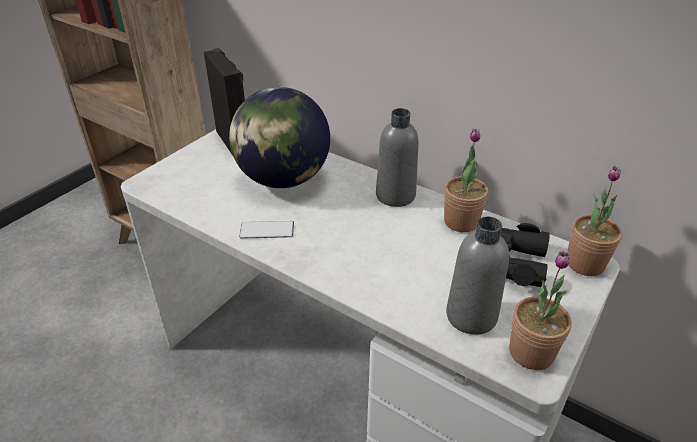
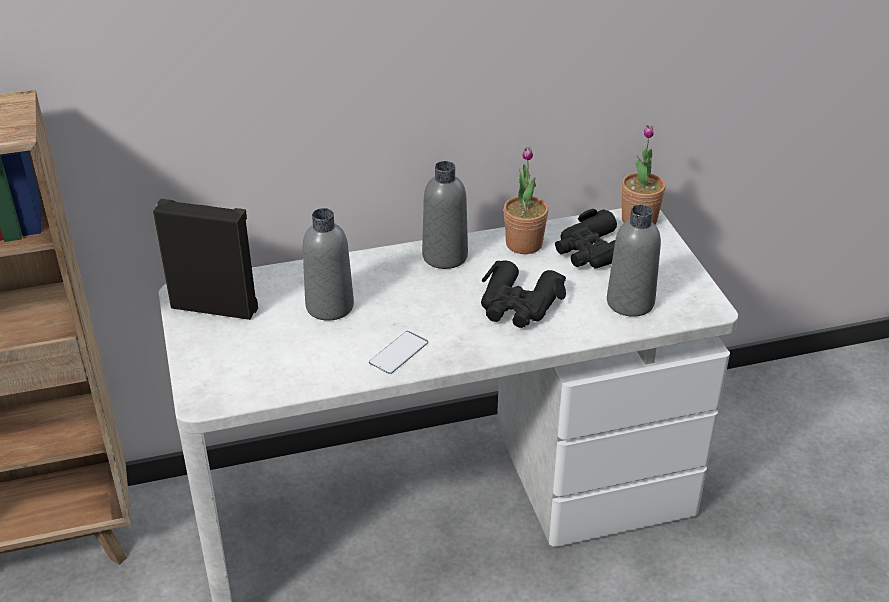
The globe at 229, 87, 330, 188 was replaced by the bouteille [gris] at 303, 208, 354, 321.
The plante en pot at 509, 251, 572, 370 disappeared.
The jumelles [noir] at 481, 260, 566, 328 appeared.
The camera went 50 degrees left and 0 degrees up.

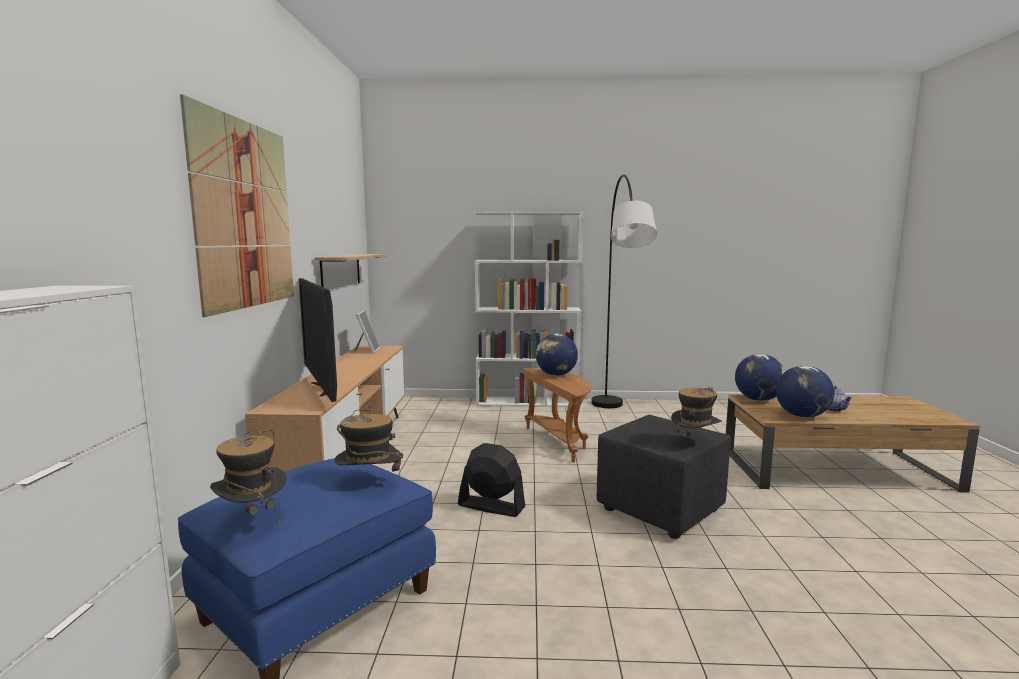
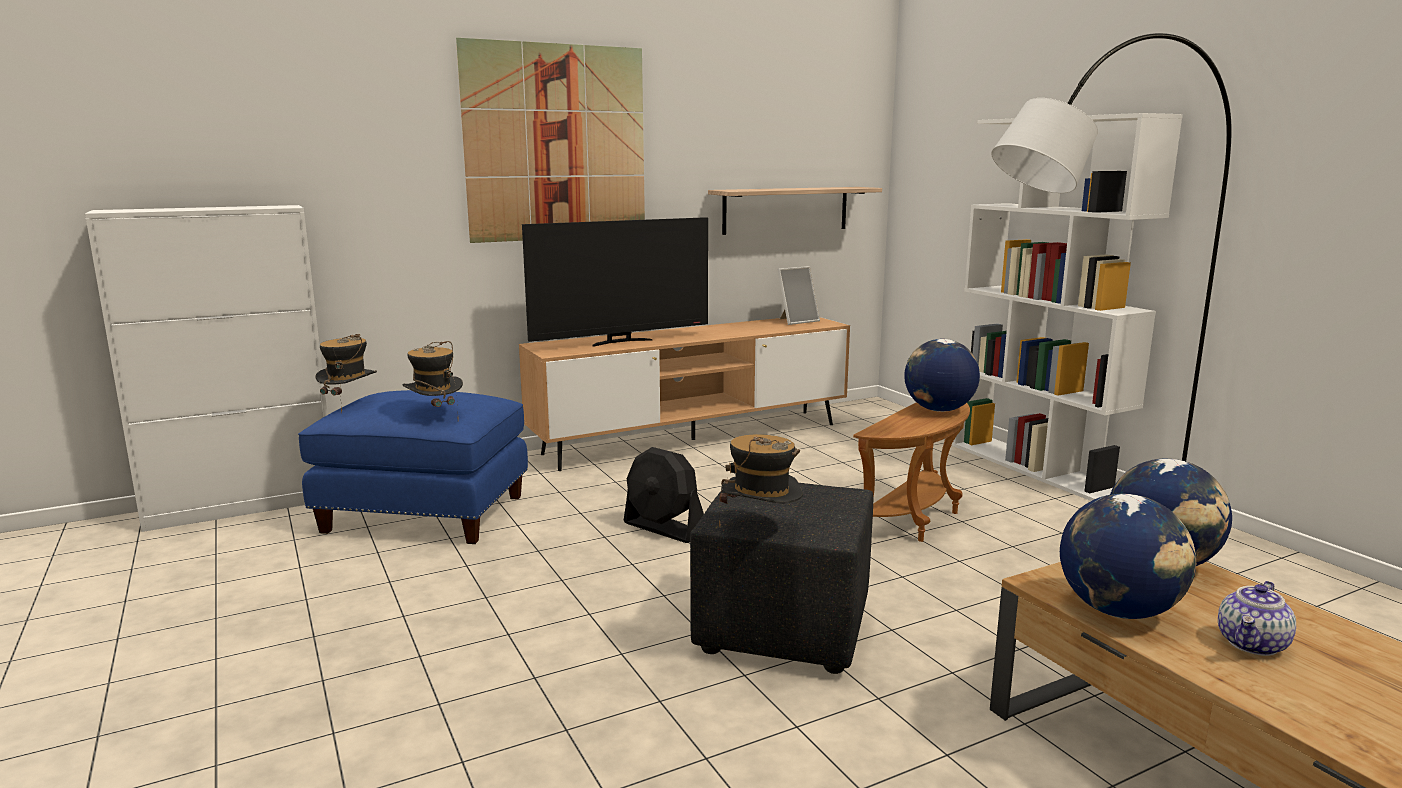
The téléviseur at 299, 278, 337, 402 turned 150 degrees counterclockwise.
The ventilateur [noir] at 458, 443, 525, 517 turned 135 degrees clockwise.
The camera went 60 degrees right and 5 degrees up.

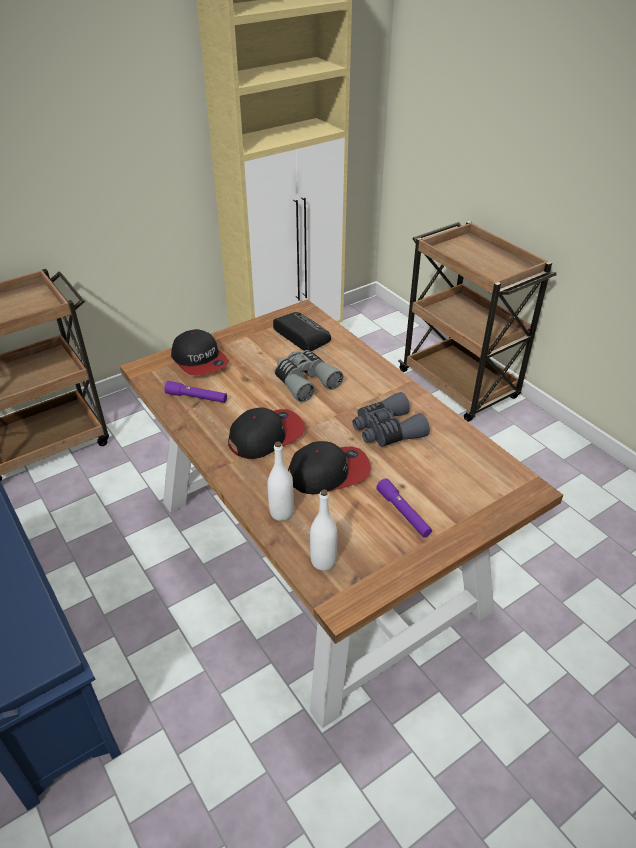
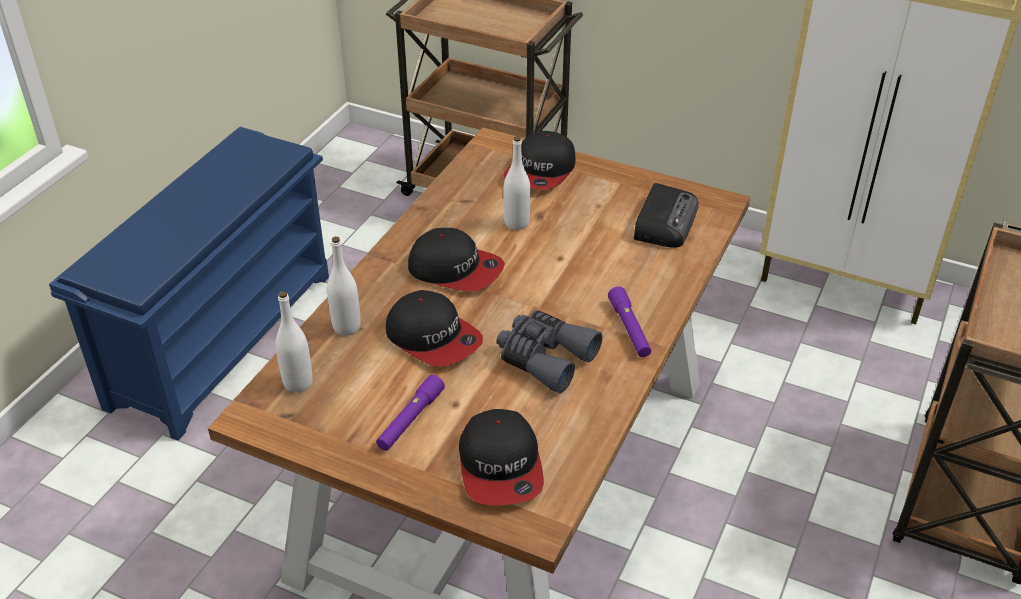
The jumelles [gris] at 274, 350, 344, 402 disappeared.
The lampe de poche [violet] moved from 164, 381, 227, 403 to 608, 286, 651, 357.
The bouteille [blanc] at 503, 136, 531, 230 appeared.
The casquette at 459, 409, 544, 505 appeared.
The camera went 60 degrees right and 0 degrees up.

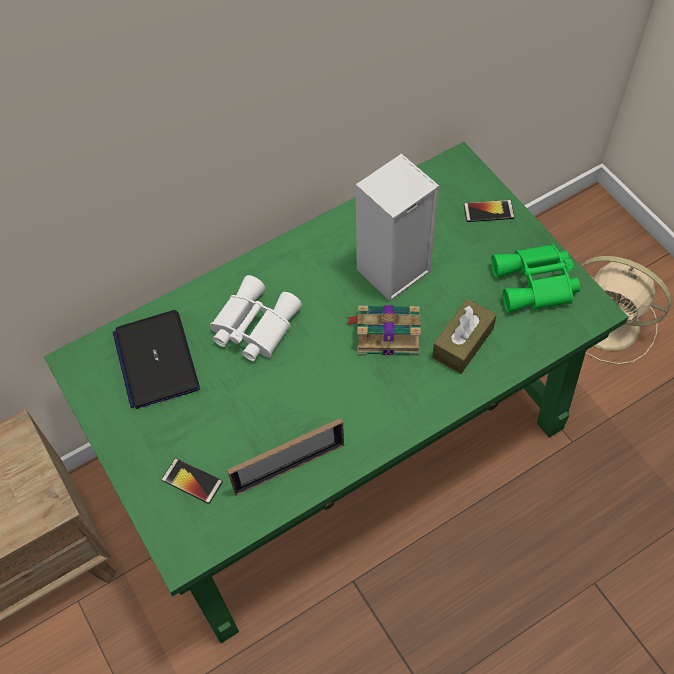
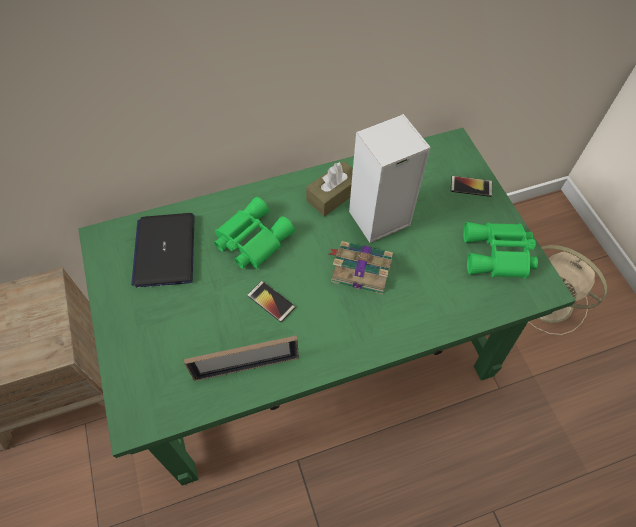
The jumelles [blanc] at 210, 275, 302, 361 became the jumelles [vert] at 214, 197, 295, 268.
The boîte à mouchoirs [marron] moved from 432, 299, 497, 374 to 306, 161, 353, 217.
The téléphone moved from 162, 458, 223, 504 to 247, 281, 296, 322.
The camera went 10 degrees right and 0 degrees up.

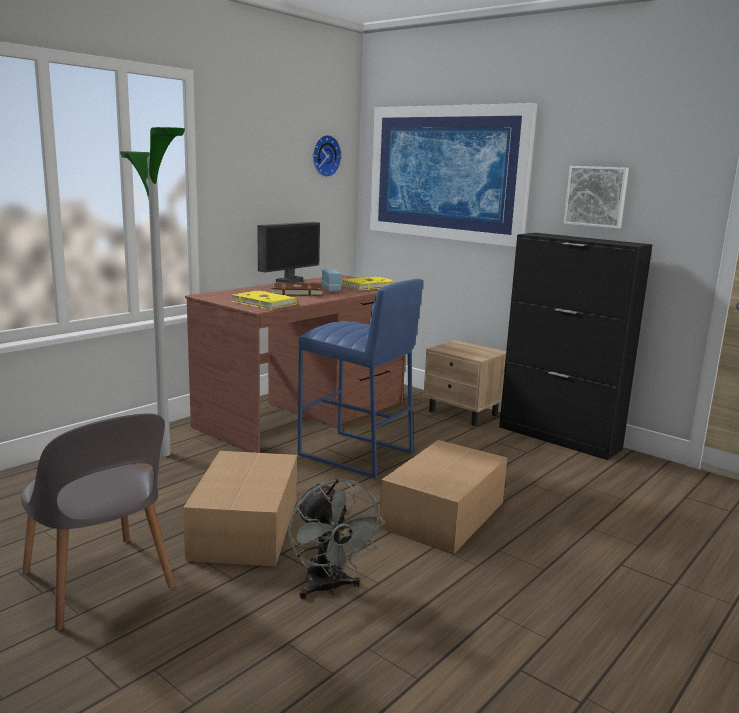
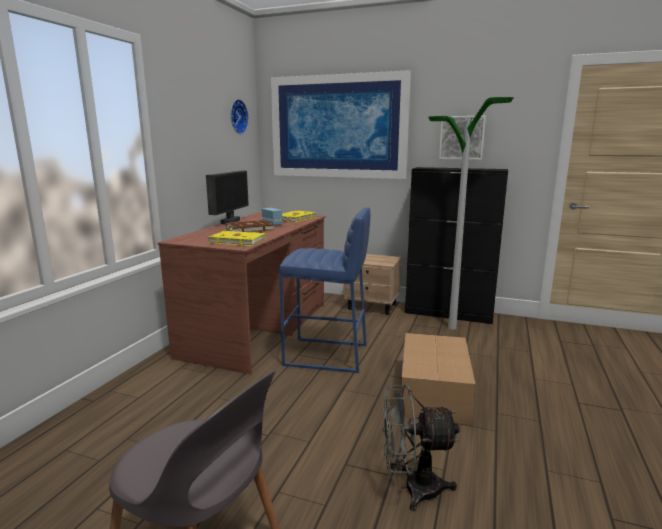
The lampadaire moved from 120, 127, 185, 456 to 428, 97, 514, 330.
The carton at 183, 451, 297, 567 disappeared.
The ventilateur [gris] at 288, 479, 385, 599 turned 135 degrees clockwise.
The camera went 20 degrees left and 0 degrees up.

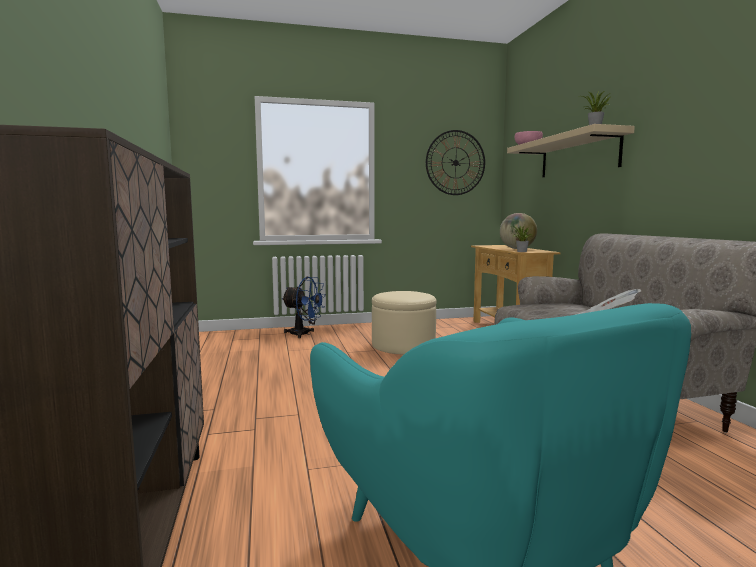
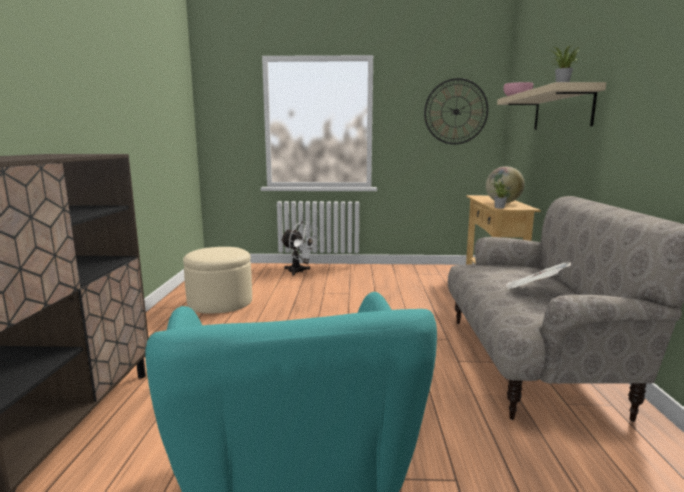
The ventilateur [bleu] at 282, 277, 326, 338 became the ventilateur [blanc] at 281, 221, 321, 276.
The pouf [beige] moved from 372, 291, 437, 354 to 183, 247, 252, 314.
The camera went 15 degrees right and 5 degrees up.

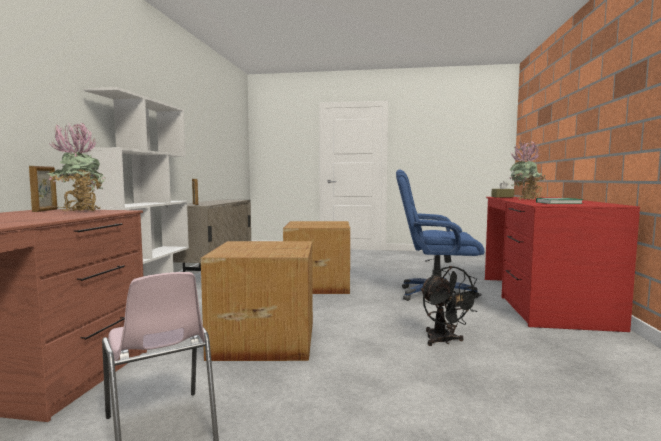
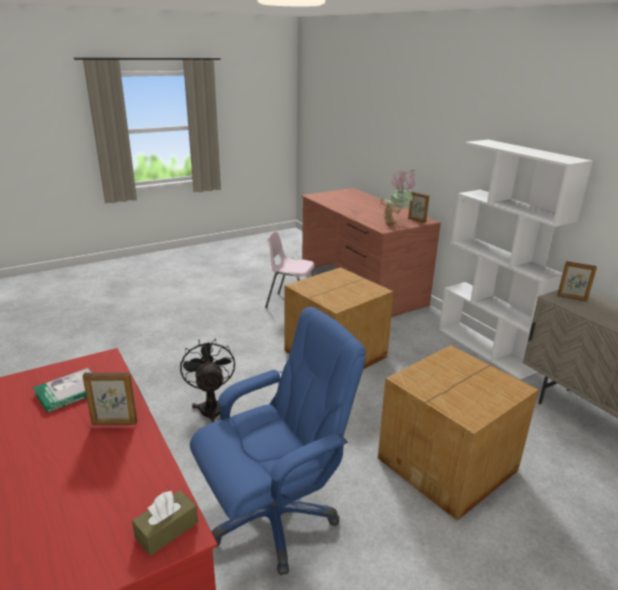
The plante en pot at 509, 141, 546, 200 was replaced by the cadre photo at 83, 372, 137, 425.
The ventilateur [noir] at 420, 266, 482, 346 turned 45 degrees clockwise.
The camera went 140 degrees right and 20 degrees up.

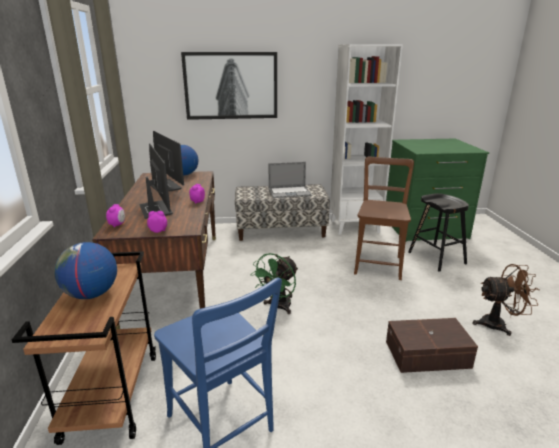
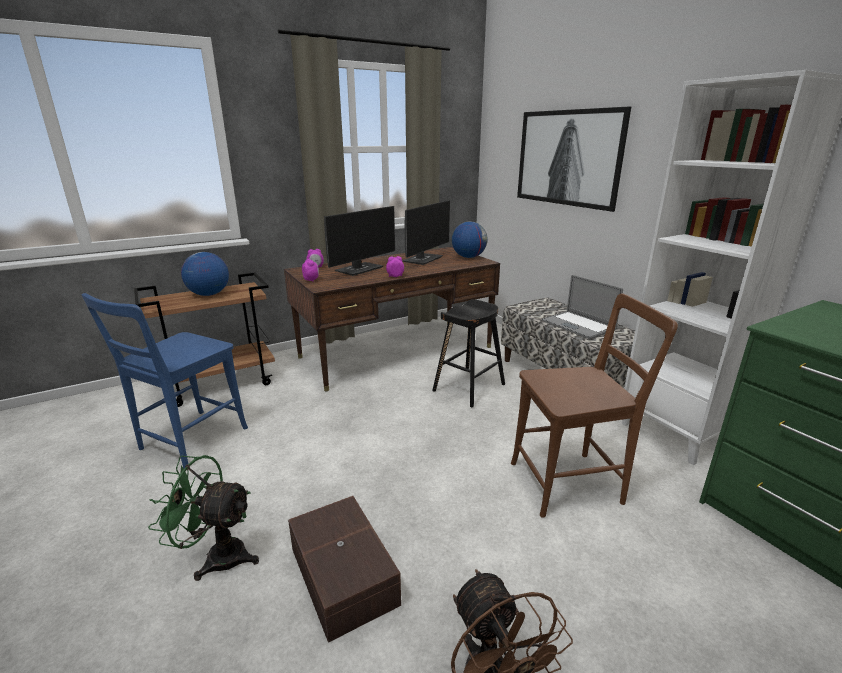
The tabouret [noir] moved from 408, 193, 469, 272 to 432, 299, 505, 407.
The ventilateur [vert] moved from 251, 253, 298, 314 to 148, 455, 259, 581.
The camera went 65 degrees right and 0 degrees up.

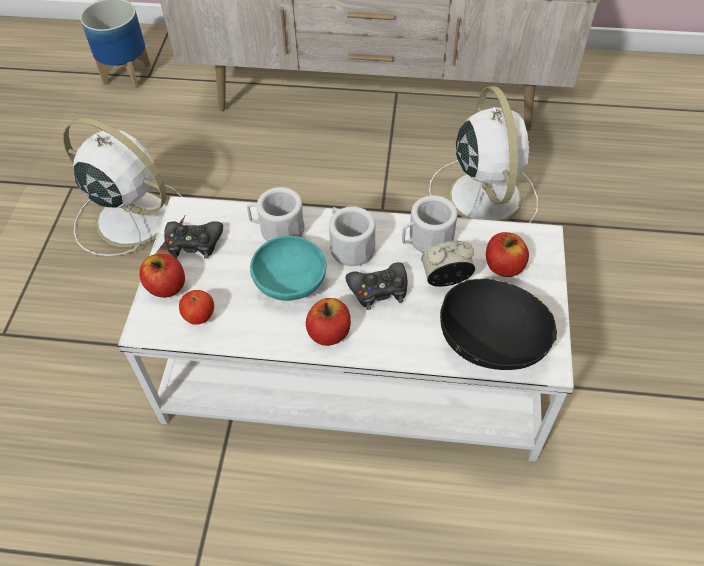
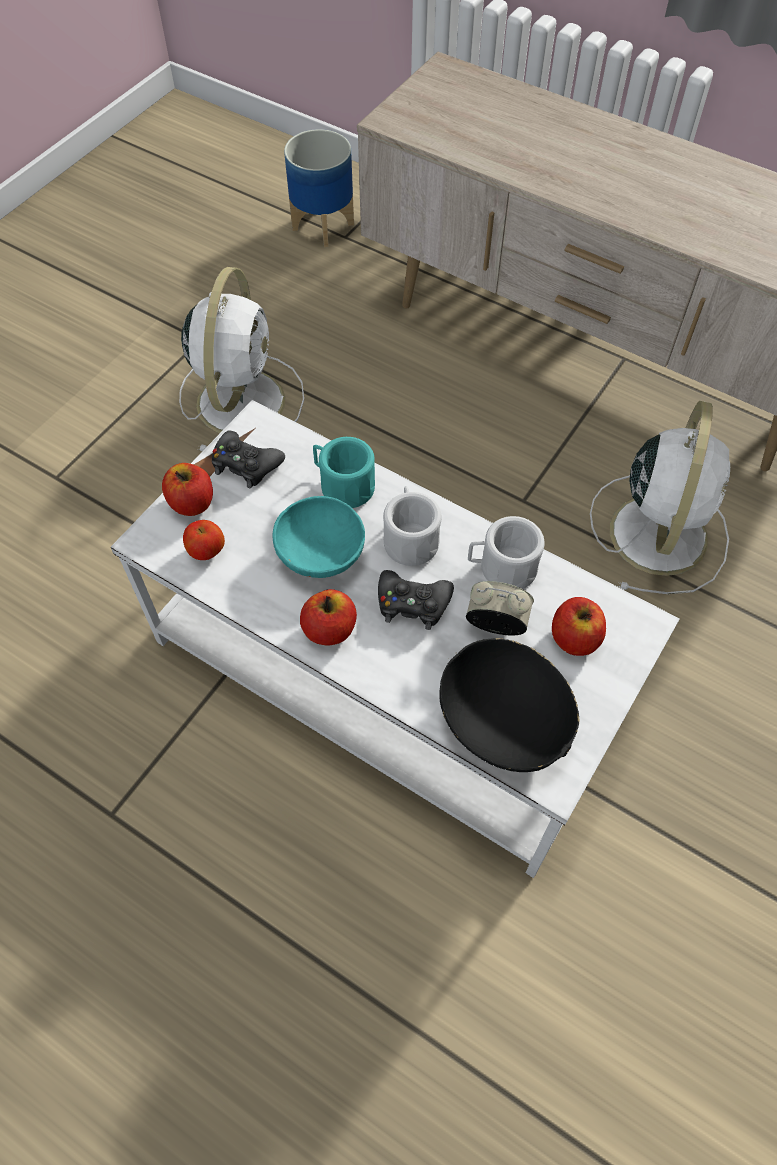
The ventilateur [blanc] at 63, 118, 183, 256 turned 45 degrees clockwise.
The mug [blanc] at 247, 187, 305, 241 became the mug [turquoise] at 313, 437, 375, 508.
The camera went 25 degrees right and 5 degrees up.

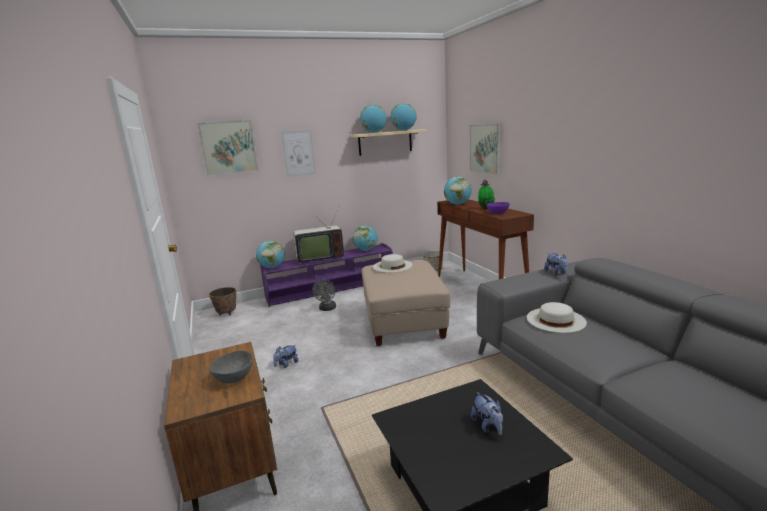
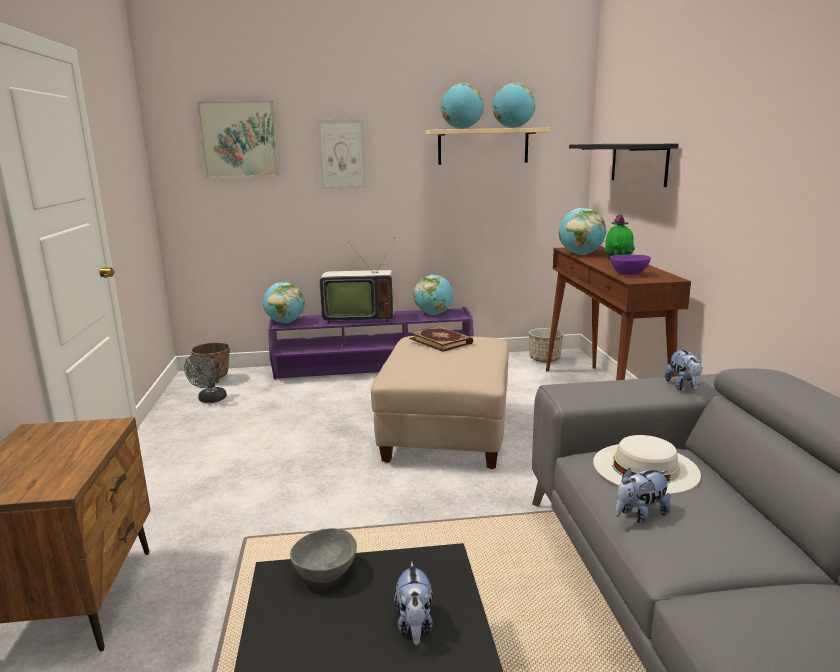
The tableau at 470, 124, 501, 175 was replaced by the étagère [noir] at 569, 144, 679, 187.
The chapeau [blanc] at 373, 254, 413, 273 was replaced by the livre at 409, 326, 473, 352.
The ventilateur [gris] moved from 312, 280, 336, 311 to 184, 354, 227, 403.
The peluche moved from 273, 345, 299, 368 to 615, 468, 671, 523.
The bol [gris] moved from 210, 351, 253, 383 to 290, 528, 357, 583.
The camera went 15 degrees right and 0 degrees up.

